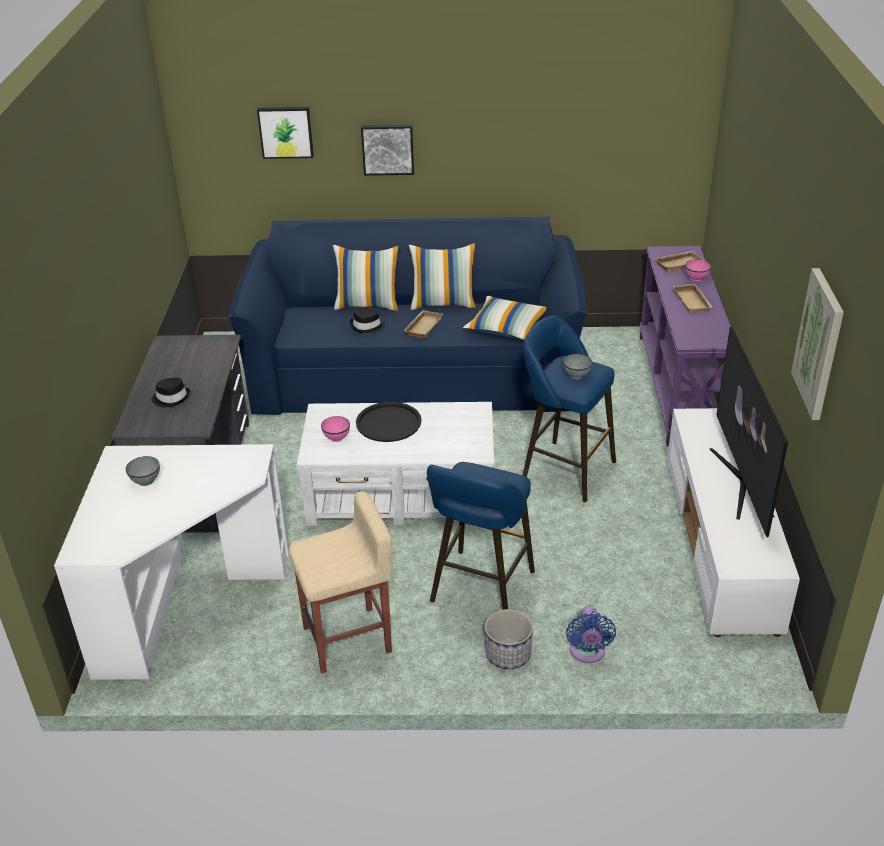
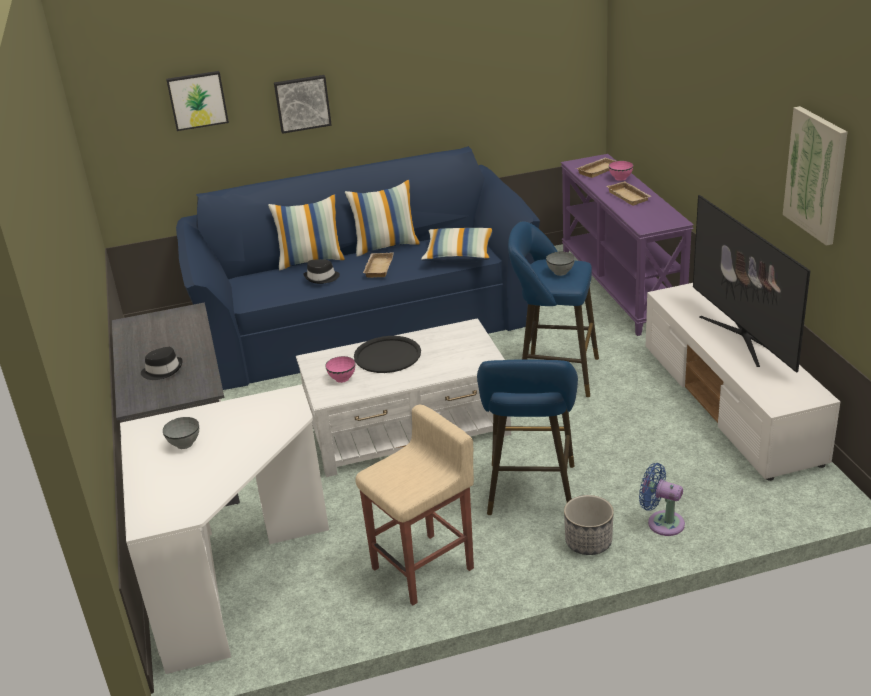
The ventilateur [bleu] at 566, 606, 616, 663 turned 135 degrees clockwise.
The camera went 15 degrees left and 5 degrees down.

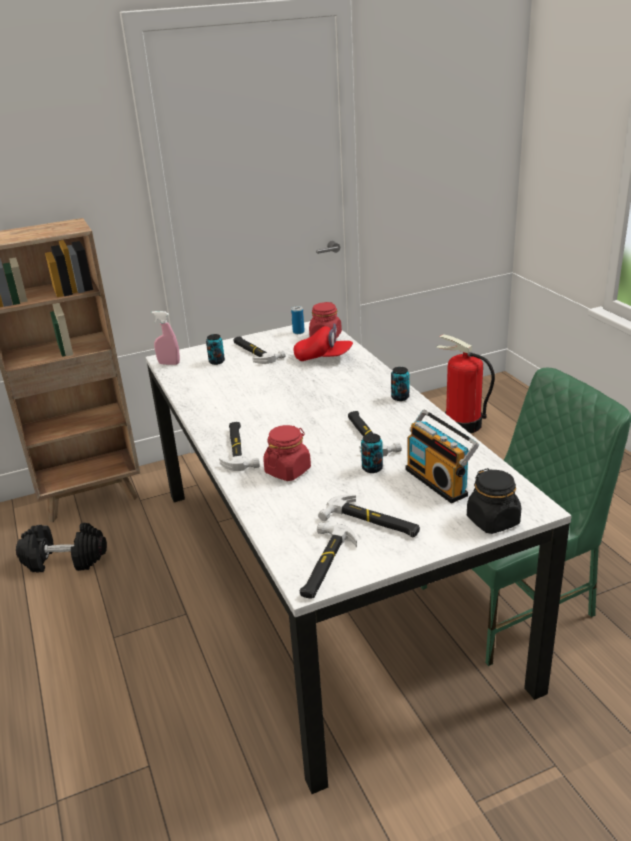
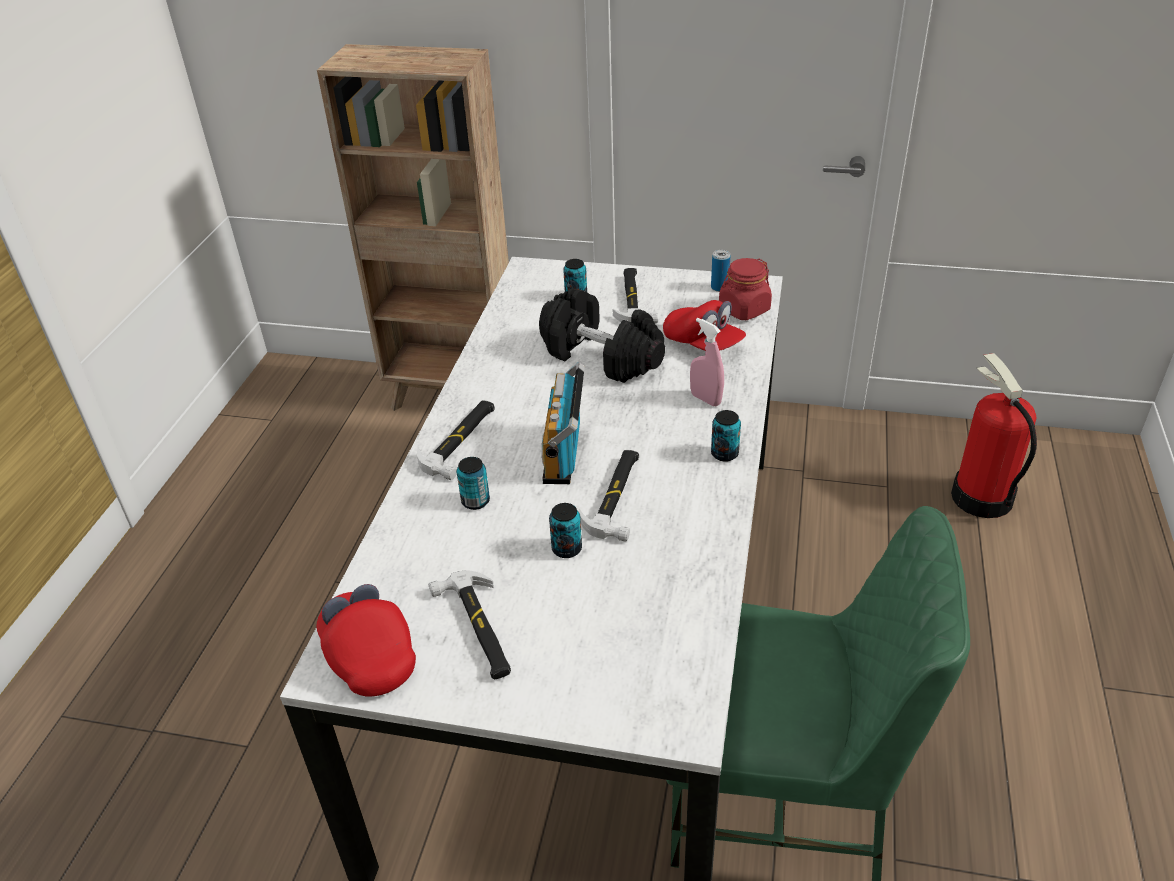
The vaporisateur [rose] moved from 151, 311, 180, 365 to 690, 318, 724, 406.
The radio moved from 405, 410, 479, 504 to 542, 362, 585, 484.
The bocal [rouge] at 263, 425, 311, 481 was replaced by the boîte métallique at 457, 457, 490, 510.
The bocal [noir] at 467, 468, 521, 534 disappeared.
The marteau at 300, 522, 357, 598 was replaced by the casquette [rouge] at 316, 584, 416, 697.
The haltère [noir] moved from 16, 523, 107, 572 to 539, 288, 665, 383.
The camera went 35 degrees right and 10 degrees up.

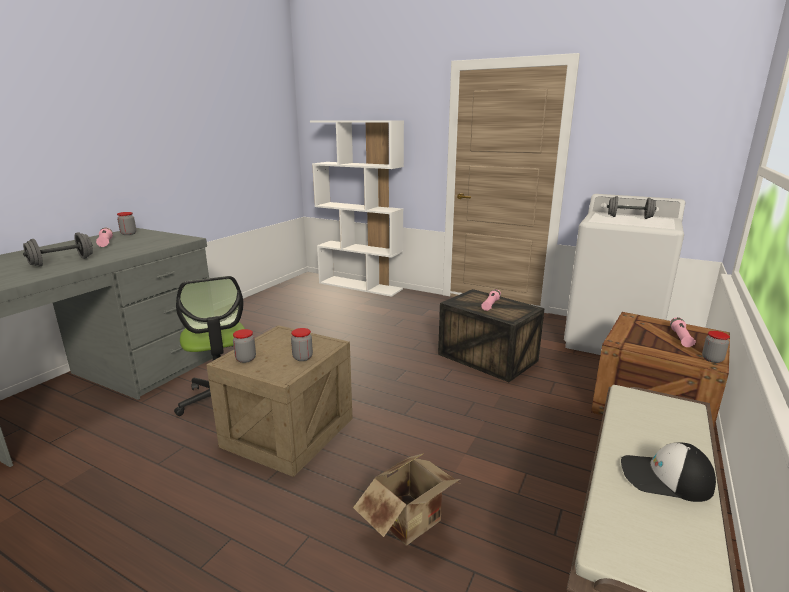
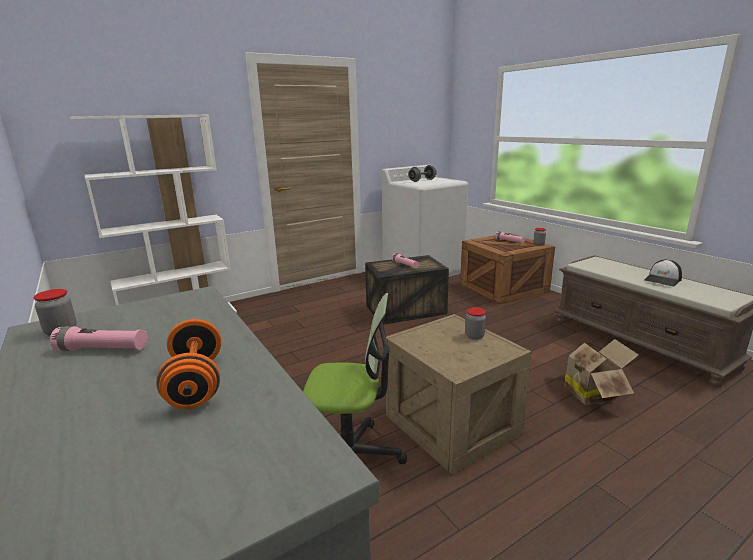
The haltère [gris] at 23, 232, 93, 267 became the haltère [orange] at 156, 319, 221, 409.
The bocal at 233, 329, 256, 363 disappeared.
The camera went 60 degrees left and 0 degrees up.

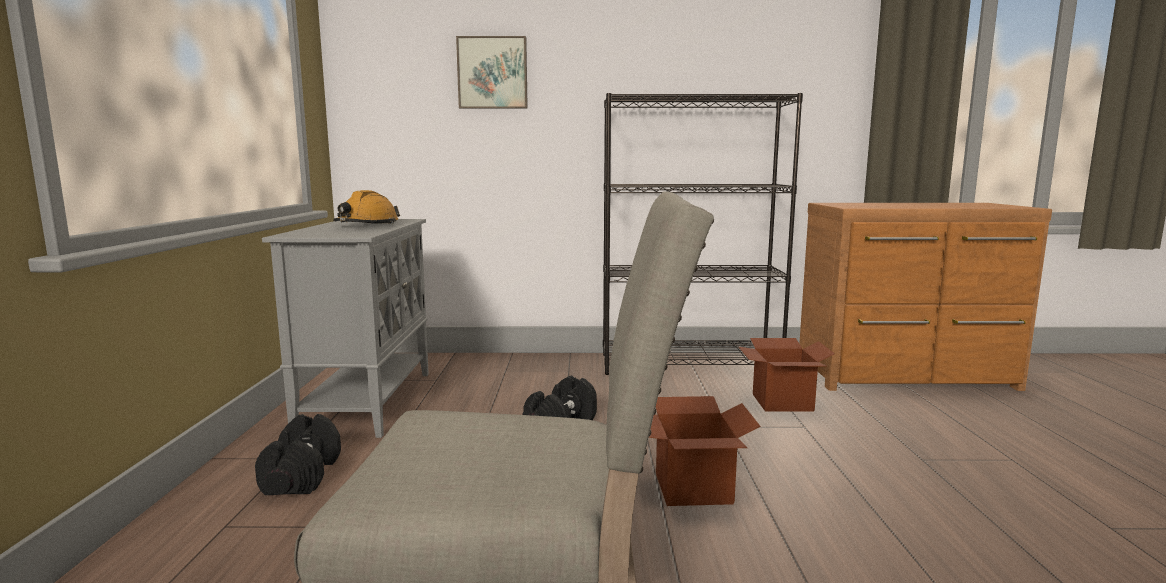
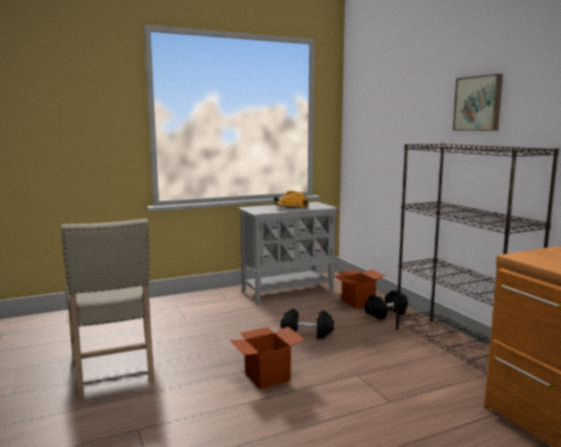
The tableau moved from 456, 36, 528, 109 to 453, 74, 503, 131.
The carton moved from 739, 338, 835, 412 to 333, 269, 385, 308.
The haltère [noir] moved from 255, 414, 341, 495 to 364, 290, 408, 320.
The camera went 65 degrees right and 0 degrees up.

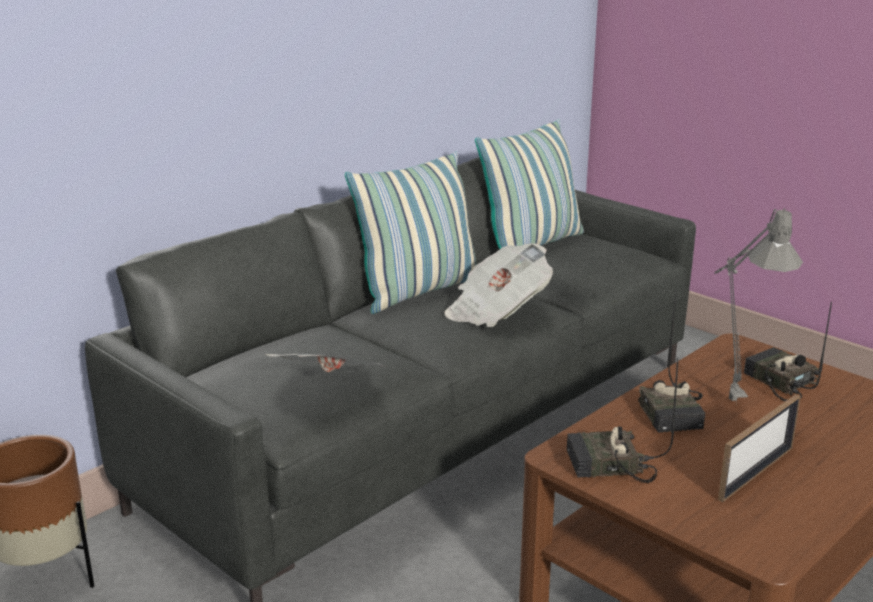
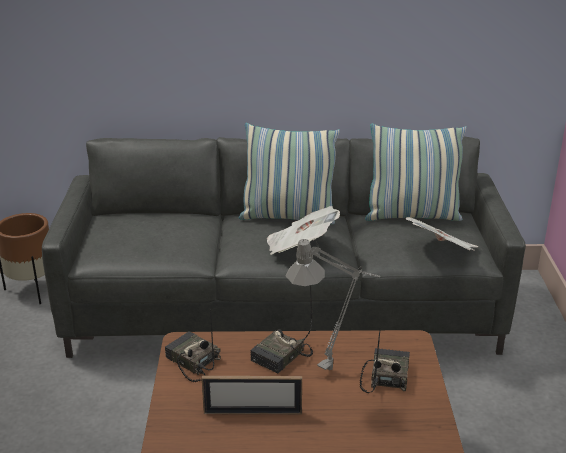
The journal moved from 266, 354, 388, 372 to 405, 217, 478, 250.
The camera went 45 degrees right and 5 degrees up.

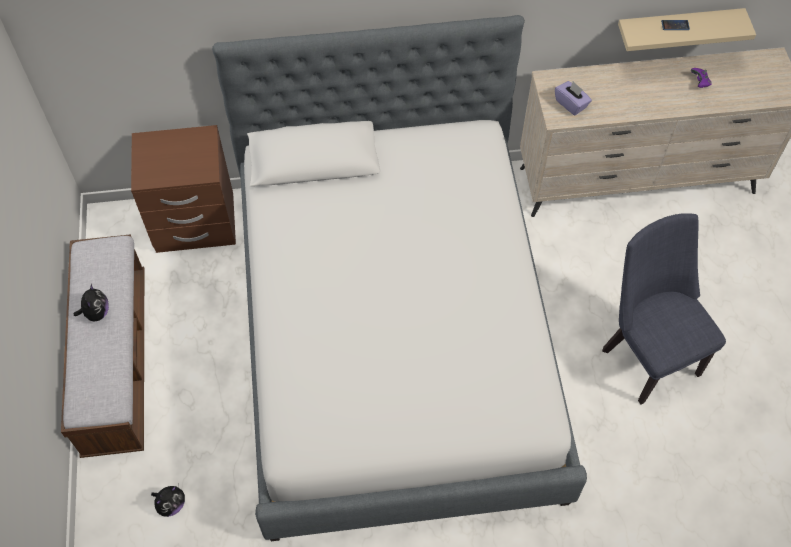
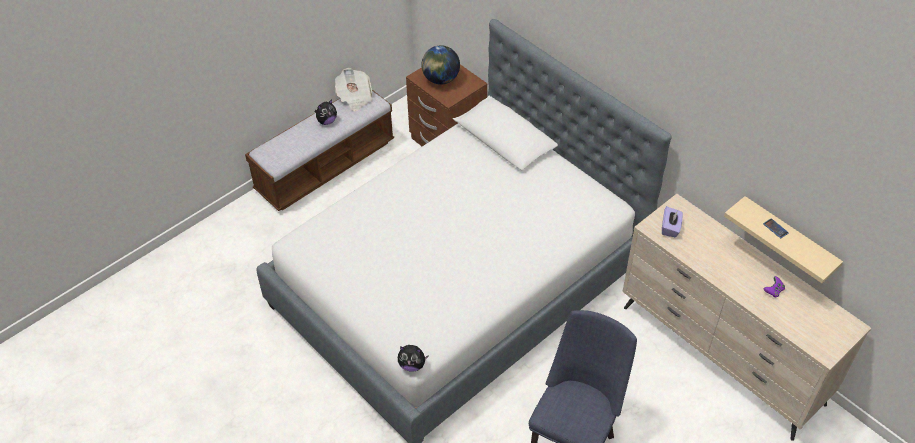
The peluche moved from 151, 486, 185, 517 to 398, 345, 429, 372.
The globe at 421, 45, 460, 85 appeared.
The journal at 335, 68, 373, 111 appeared.
The camera went 55 degrees right and 10 degrees down.

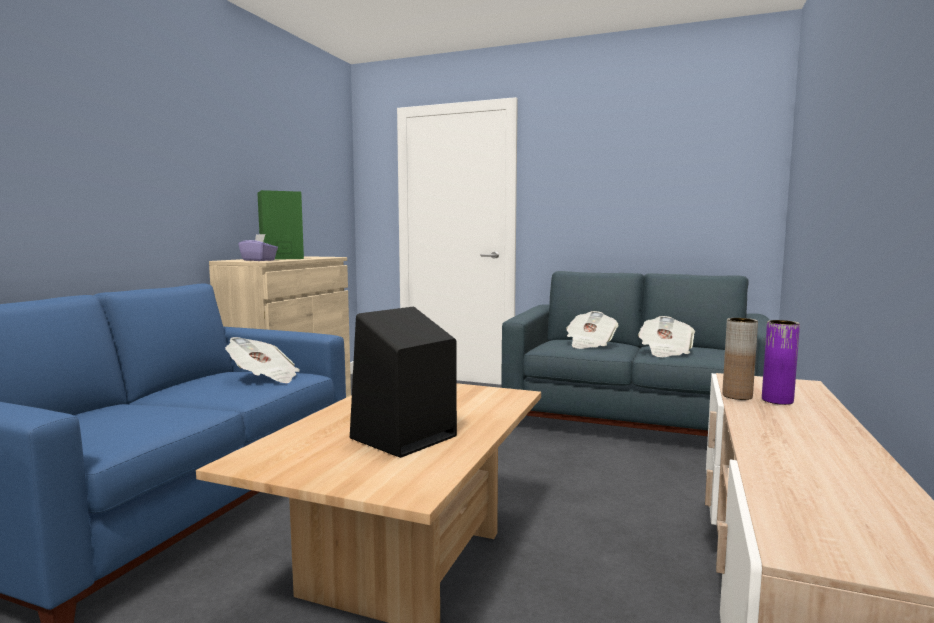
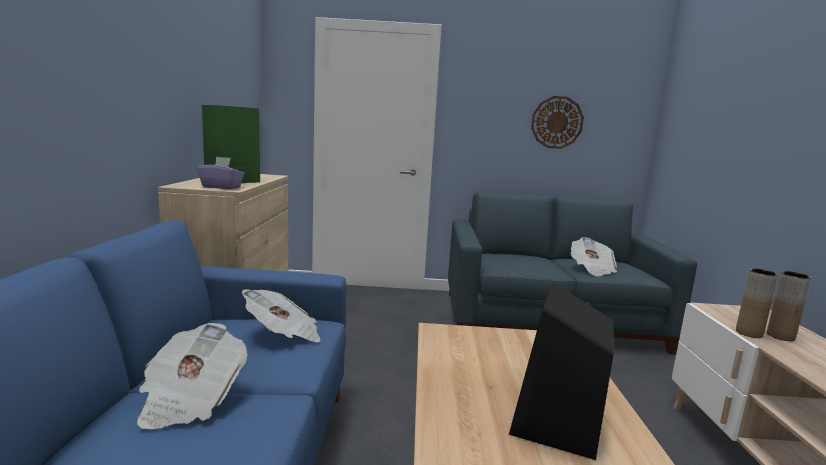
The journal moved from 566, 311, 619, 349 to 137, 323, 248, 429.
The vase [violet] at 762, 320, 800, 405 became the vase [marron] at 767, 271, 811, 341.
The horloge murale at 531, 96, 584, 149 appeared.
The camera went 20 degrees left and 5 degrees up.

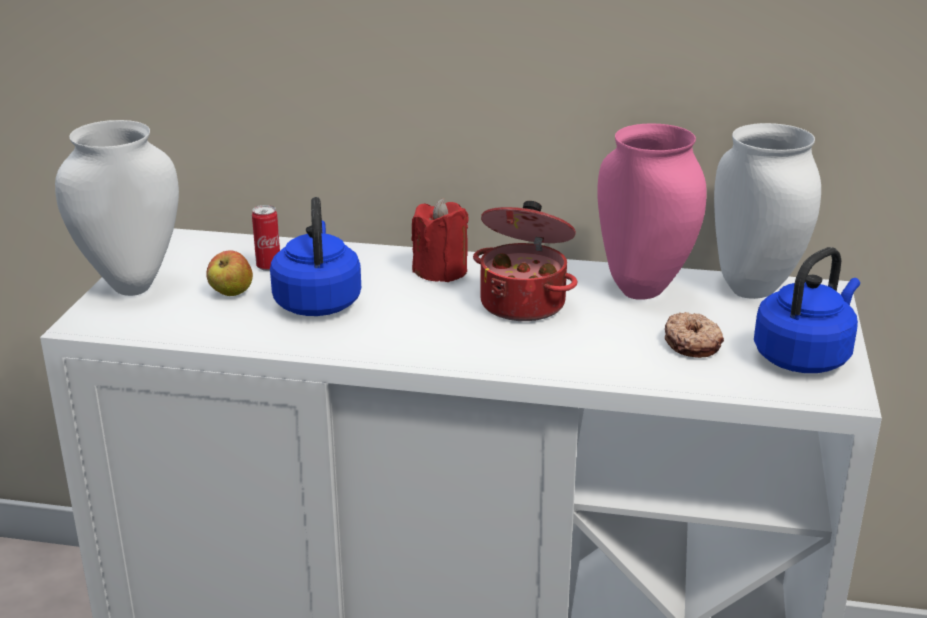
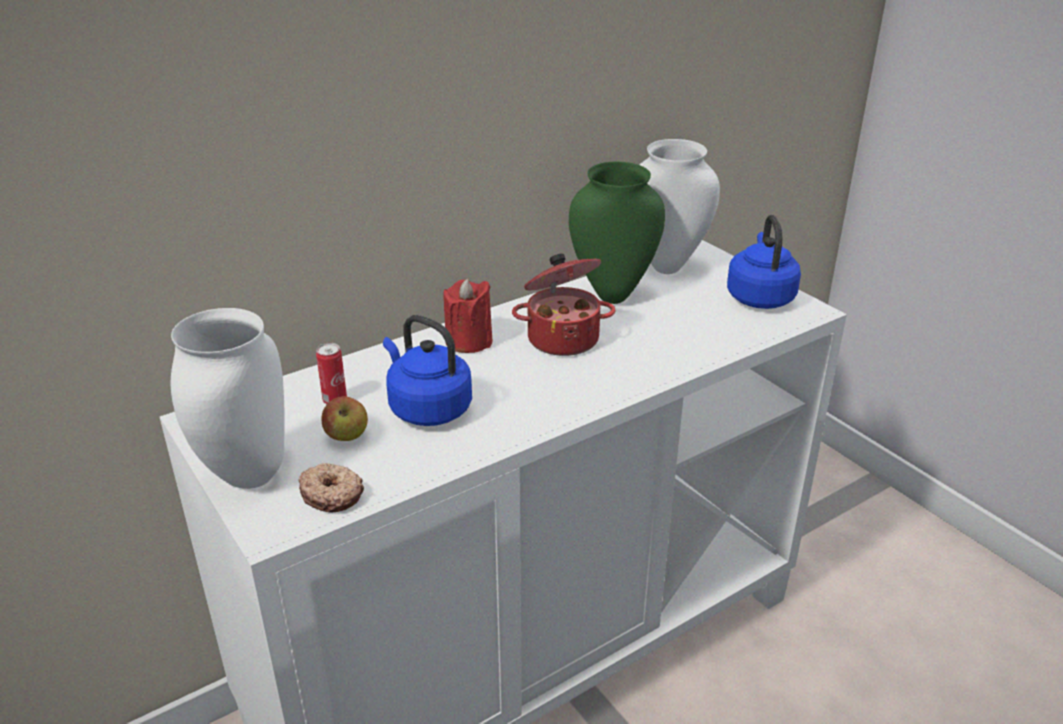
The vase [rose] at 597, 123, 707, 300 became the vase [vert] at 569, 162, 665, 304.
The beignet moved from 665, 312, 724, 358 to 298, 463, 364, 512.
The camera went 45 degrees left and 5 degrees up.

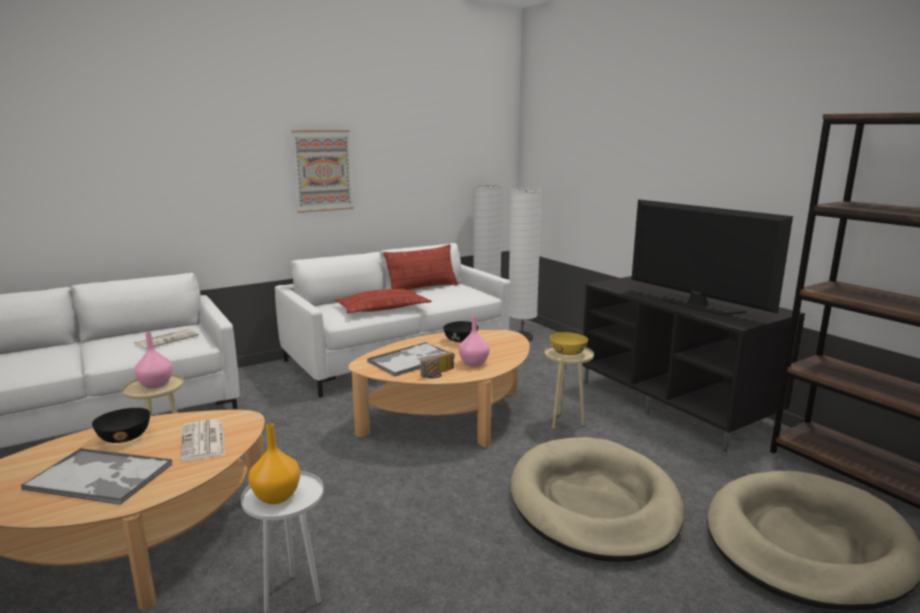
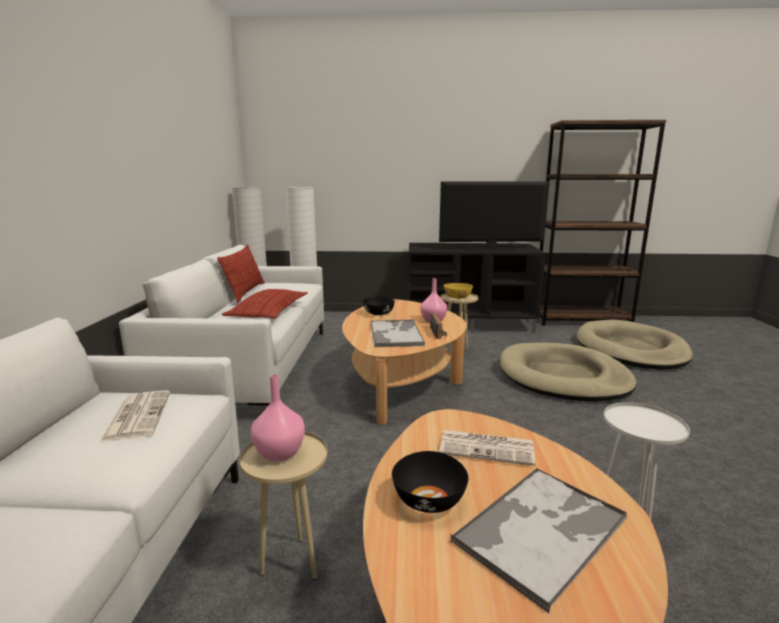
The tableau at 291, 130, 354, 213 disappeared.
The vase [orange] at 249, 423, 300, 504 disappeared.
The camera went 55 degrees left and 0 degrees up.

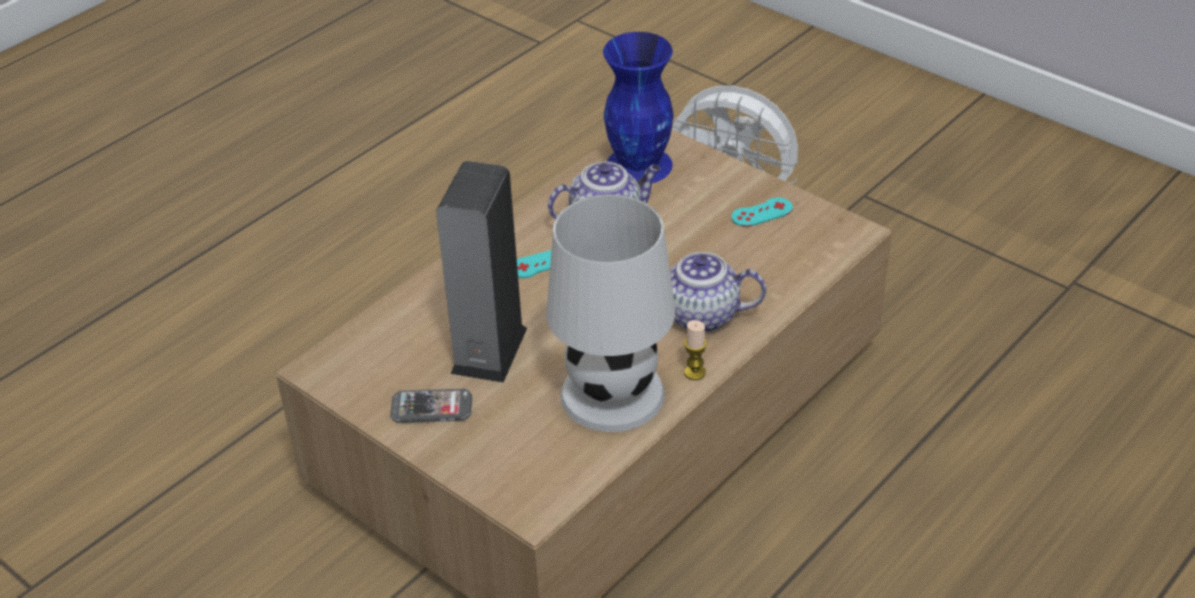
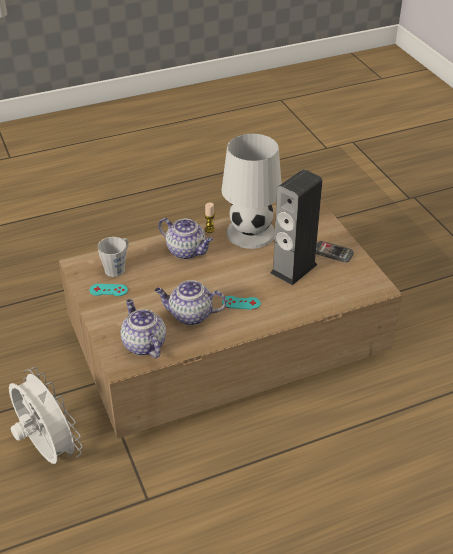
The vase [bleu] at 603, 32, 674, 183 was replaced by the théière at 121, 299, 166, 358.
The mug [gris] at 97, 237, 129, 277 appeared.
The camera went 155 degrees left and 0 degrees up.

